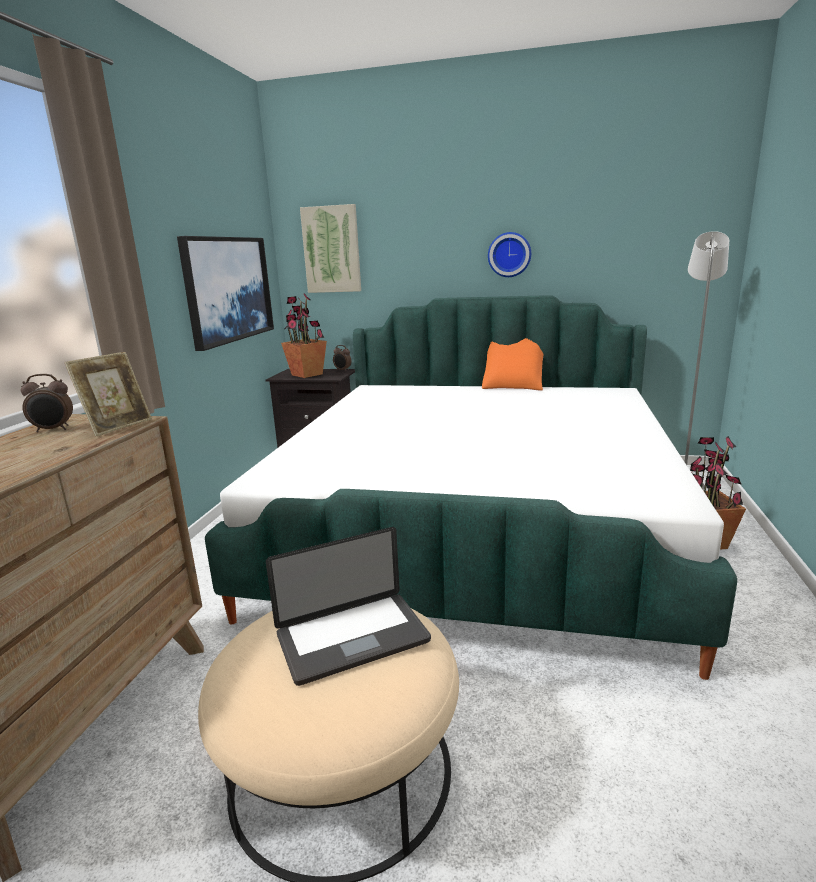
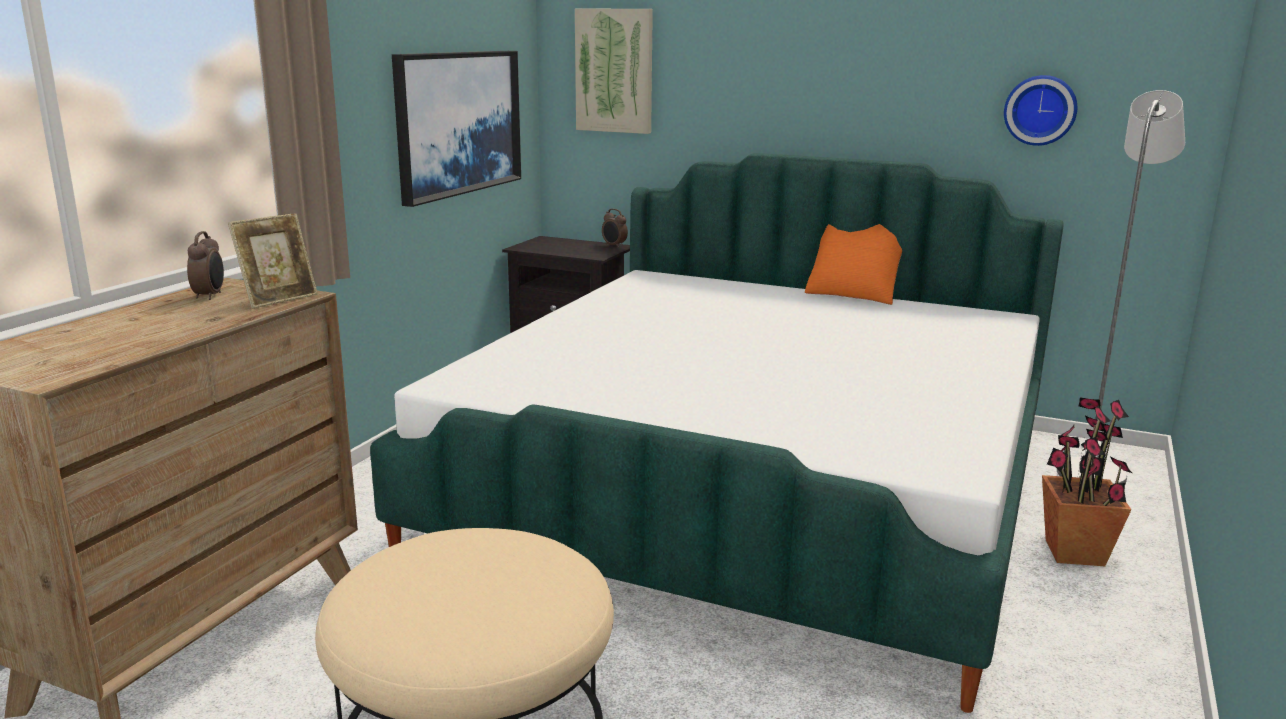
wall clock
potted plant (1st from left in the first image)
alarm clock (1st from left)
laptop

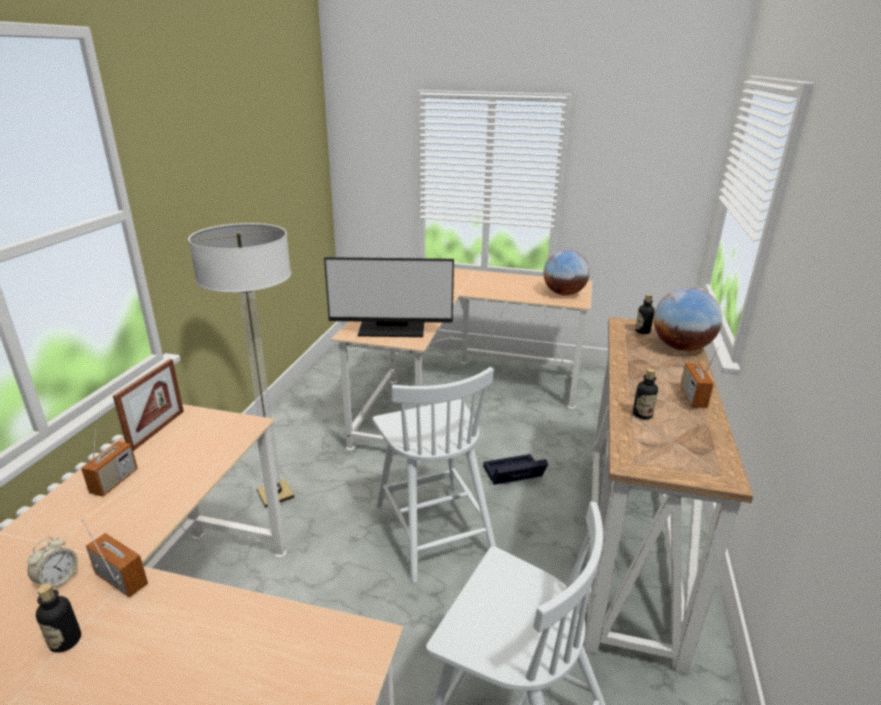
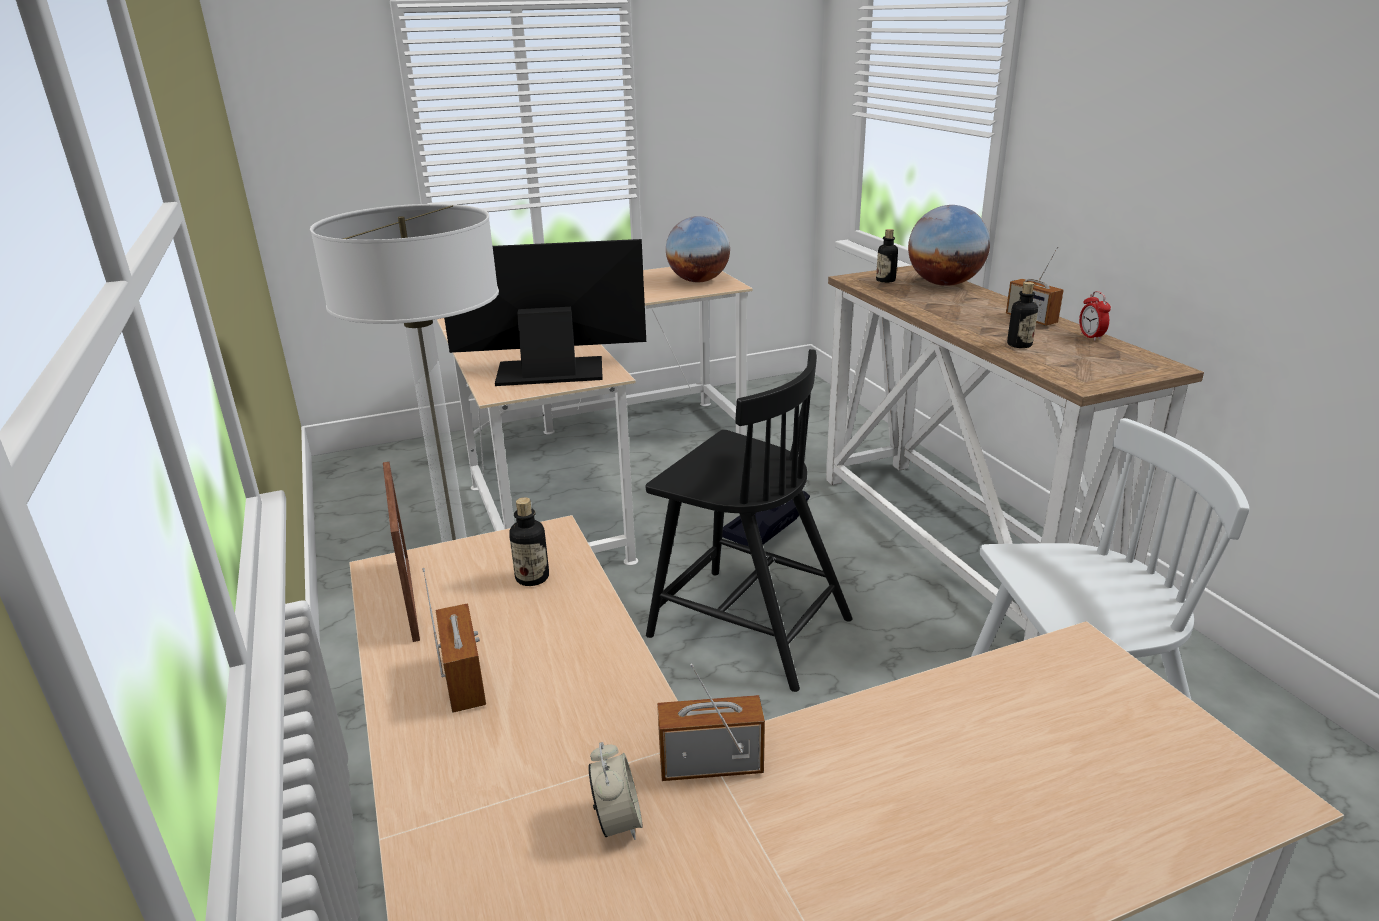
monitor
black chair
bottle (1st from left)
alarm clock (2nd from left)

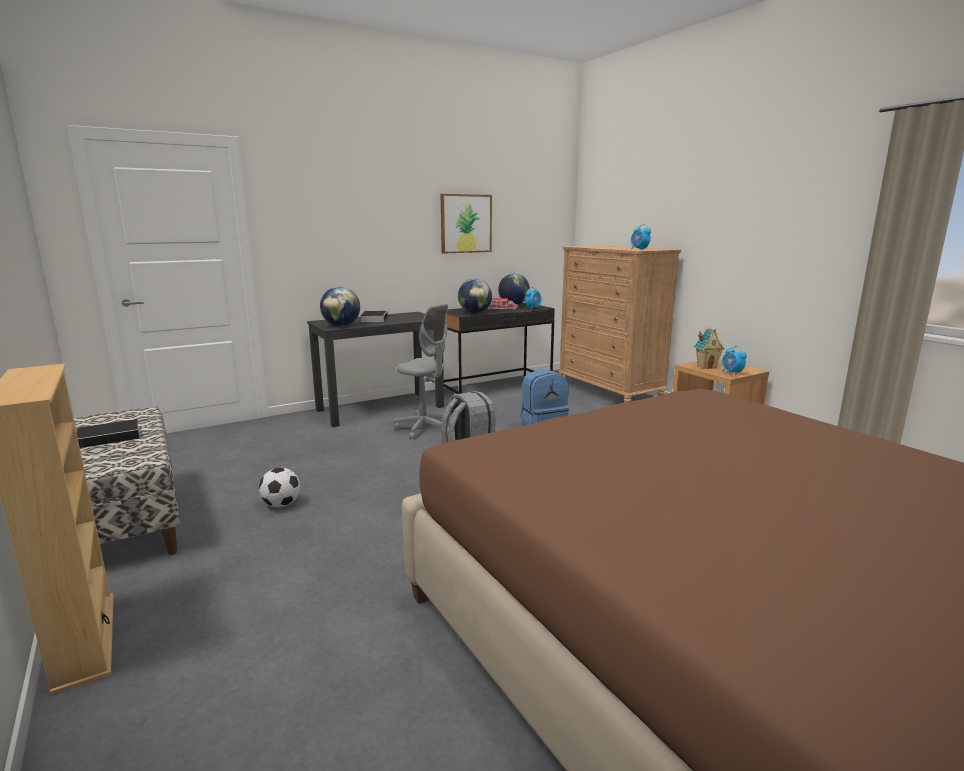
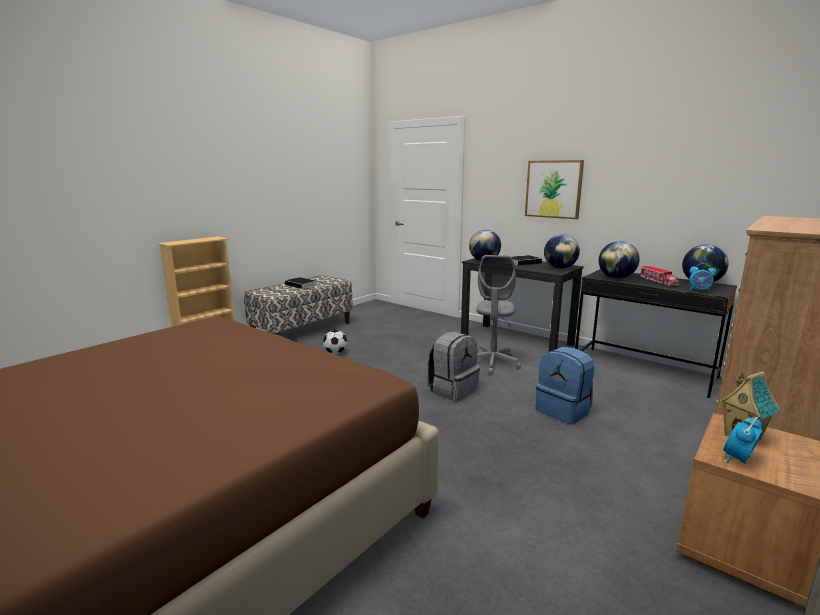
picture
alarm clock (2nd from left in the first image)
globe (2nd from left)

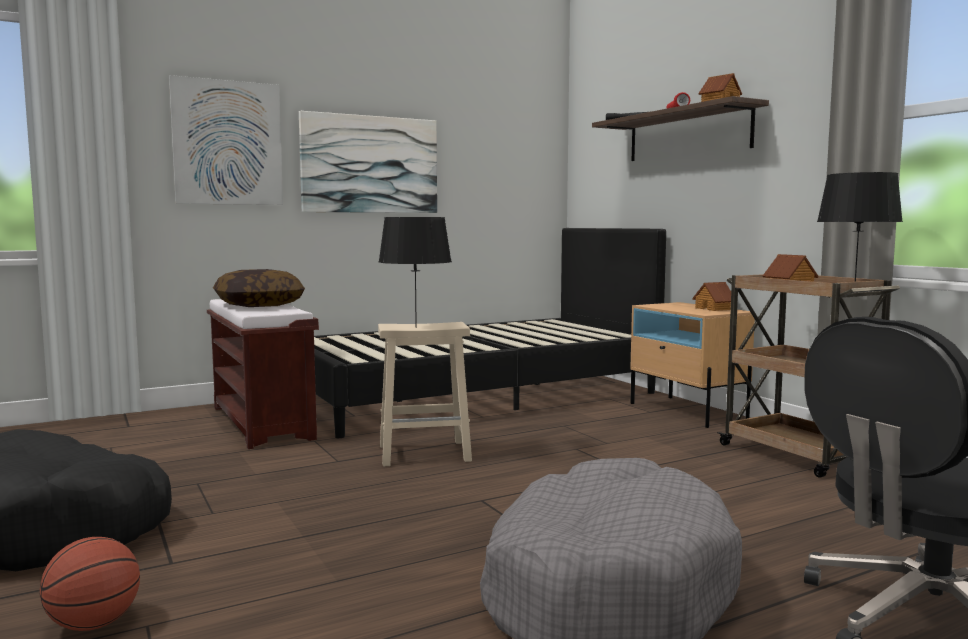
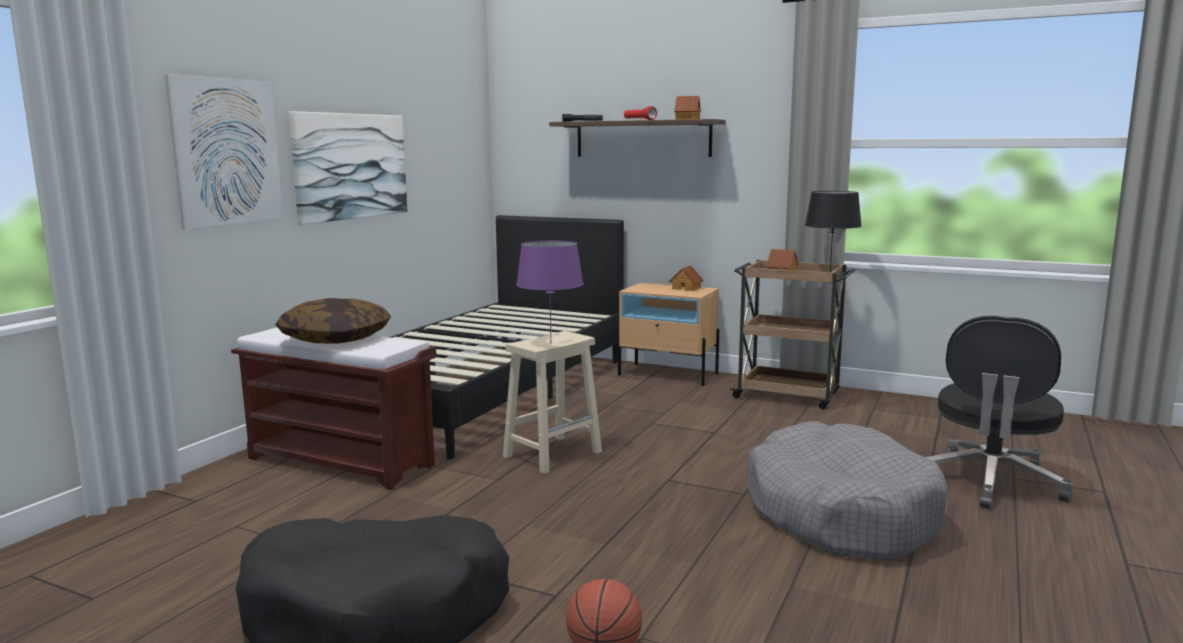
purple table lamp

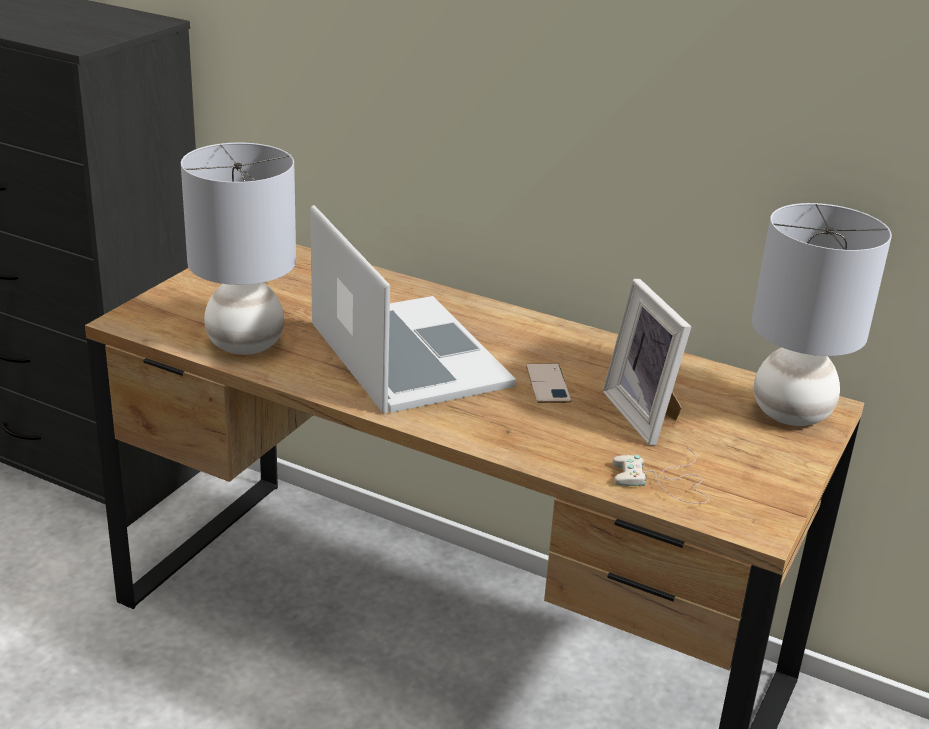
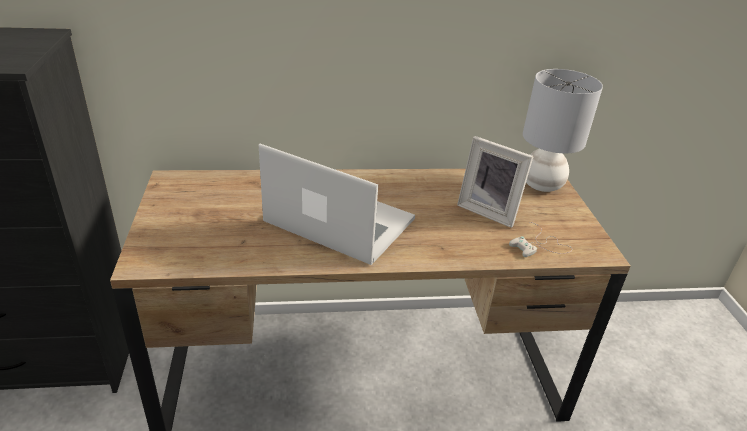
grey table lamp (1st from left in the first image)
phone

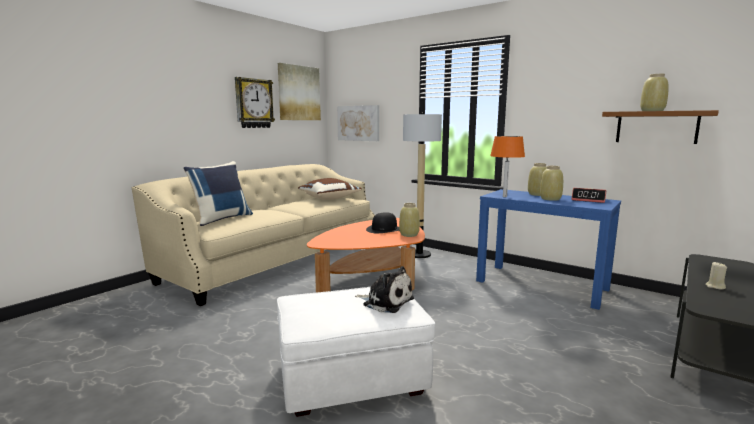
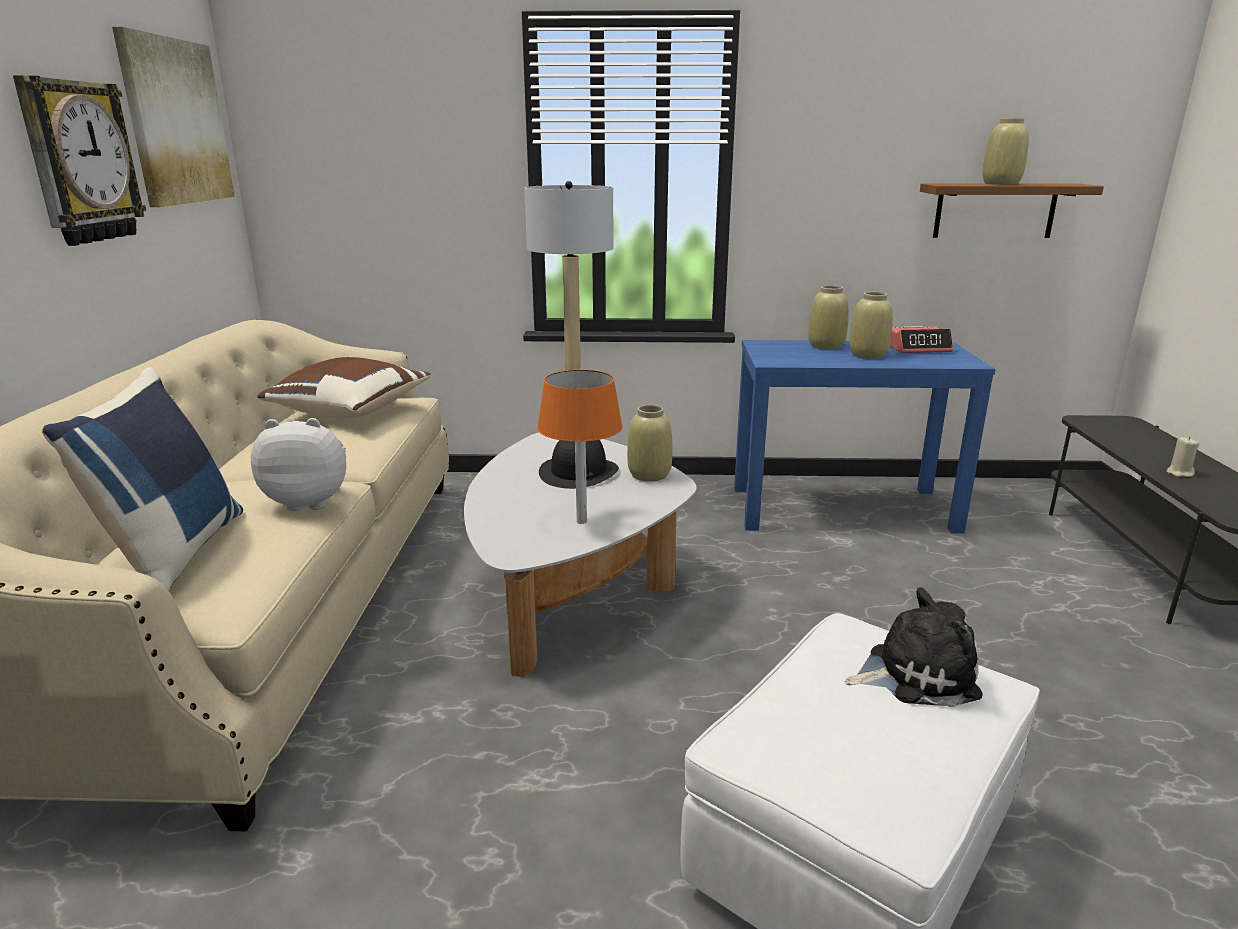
picture (2nd from left in the first image)
orange table lamp
white coffee table
plush toy (1st from left)

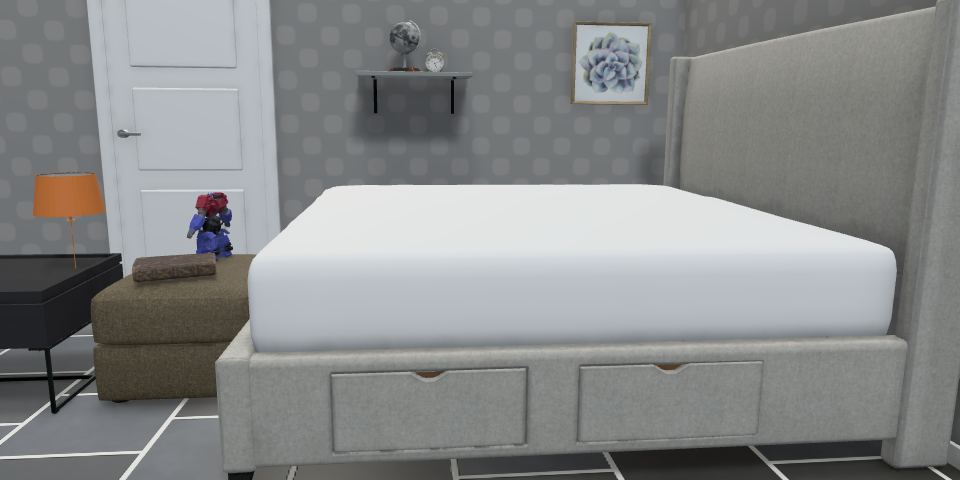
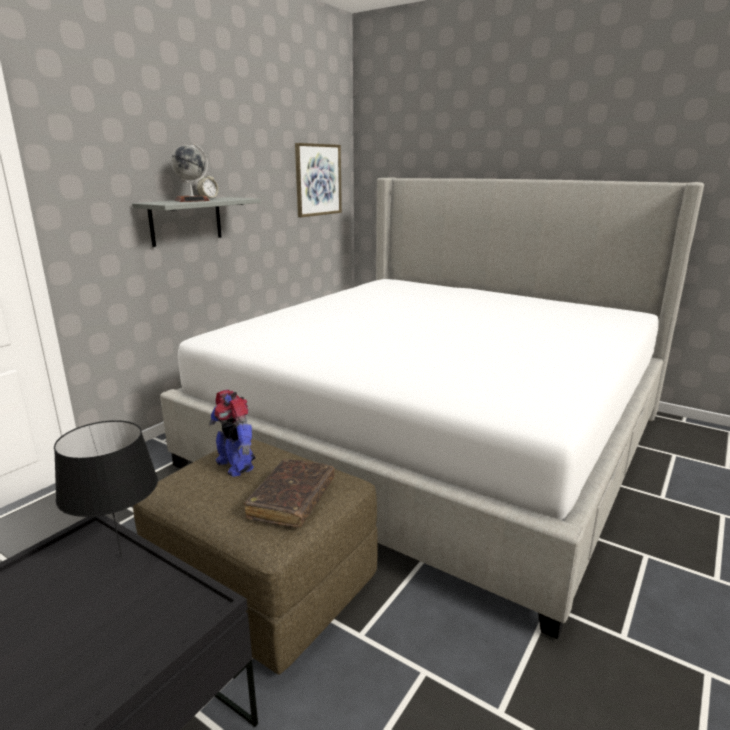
black table lamp

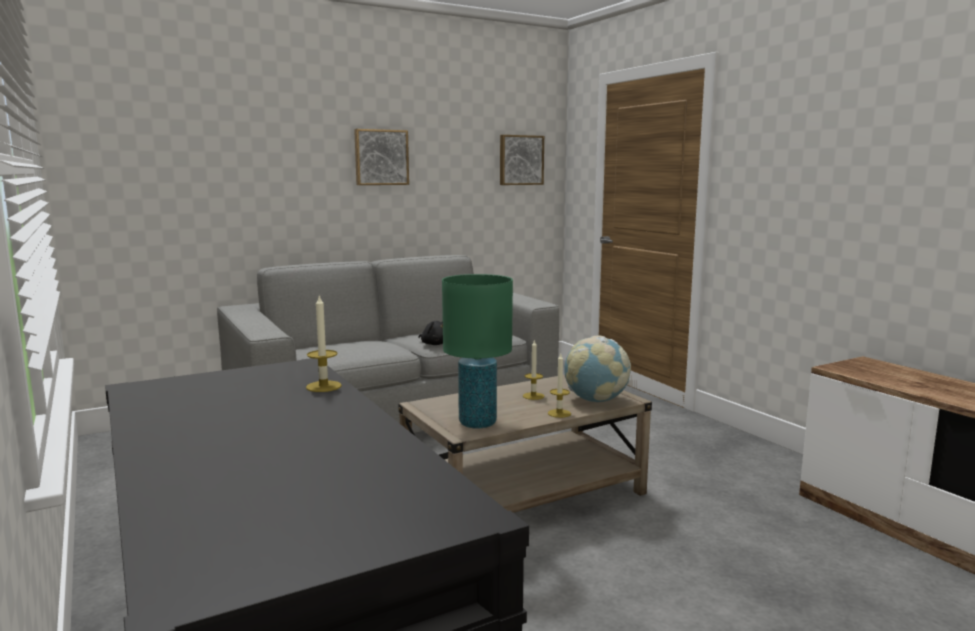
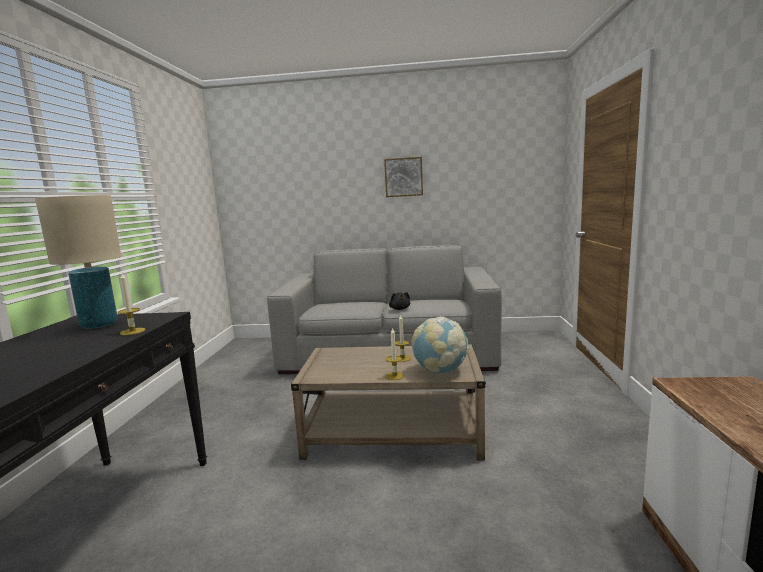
picture (2nd from left in the first image)
green table lamp
beige table lamp

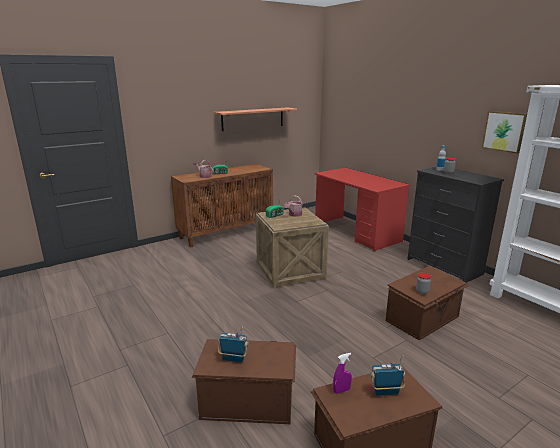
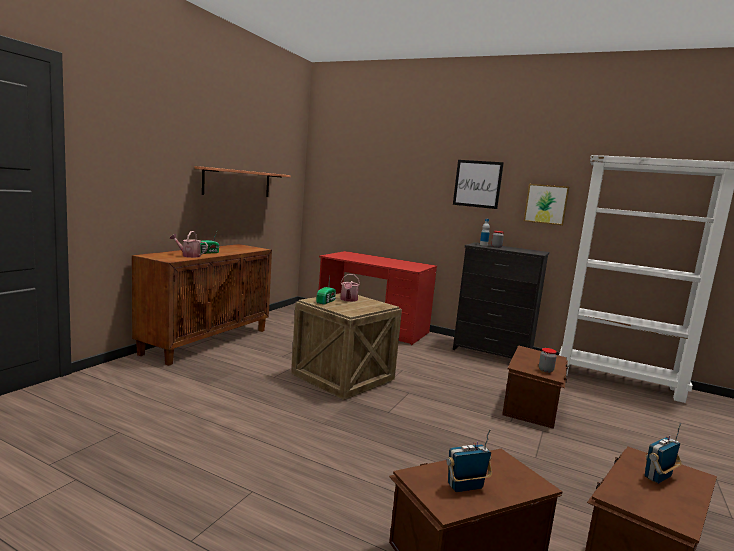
purple spray bottle
picture (1st from left)

